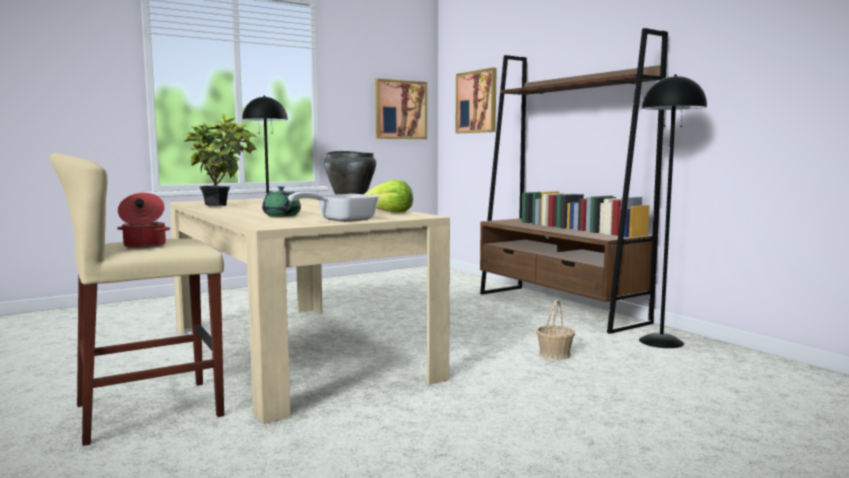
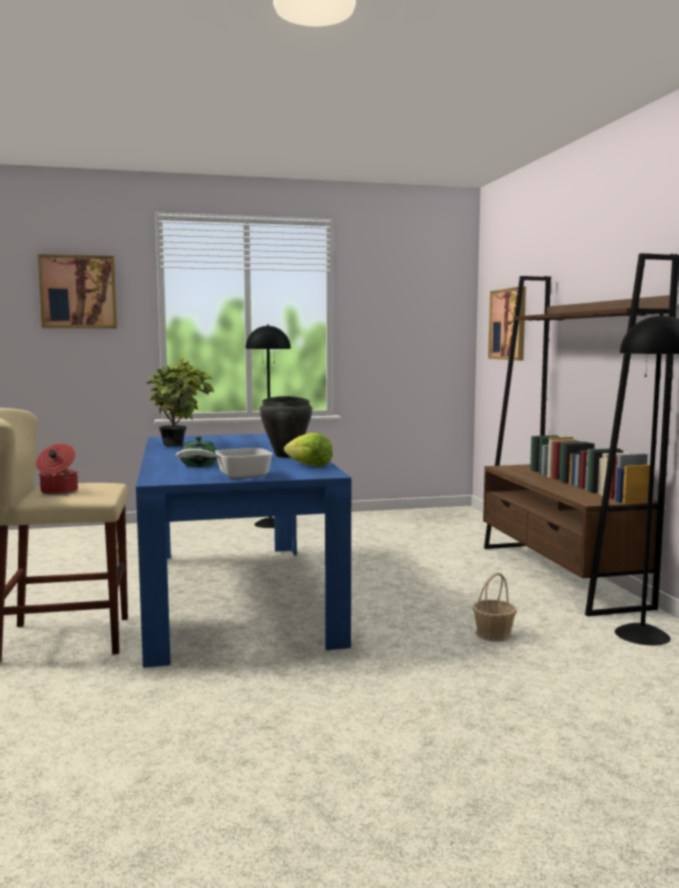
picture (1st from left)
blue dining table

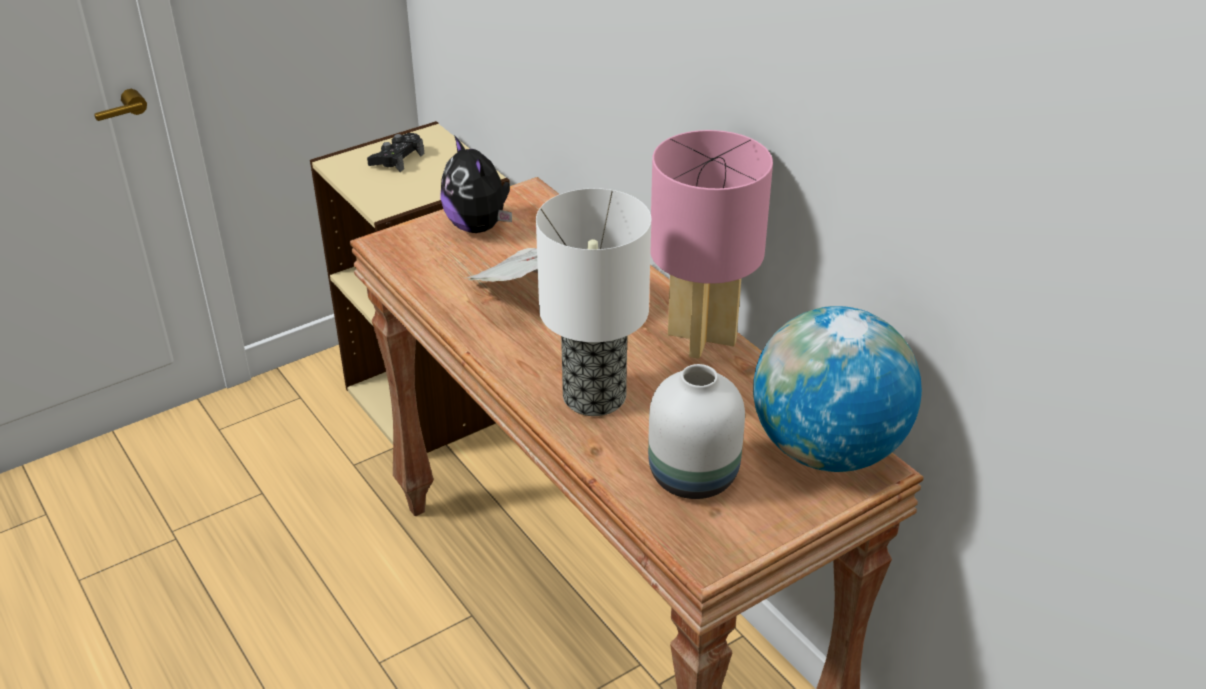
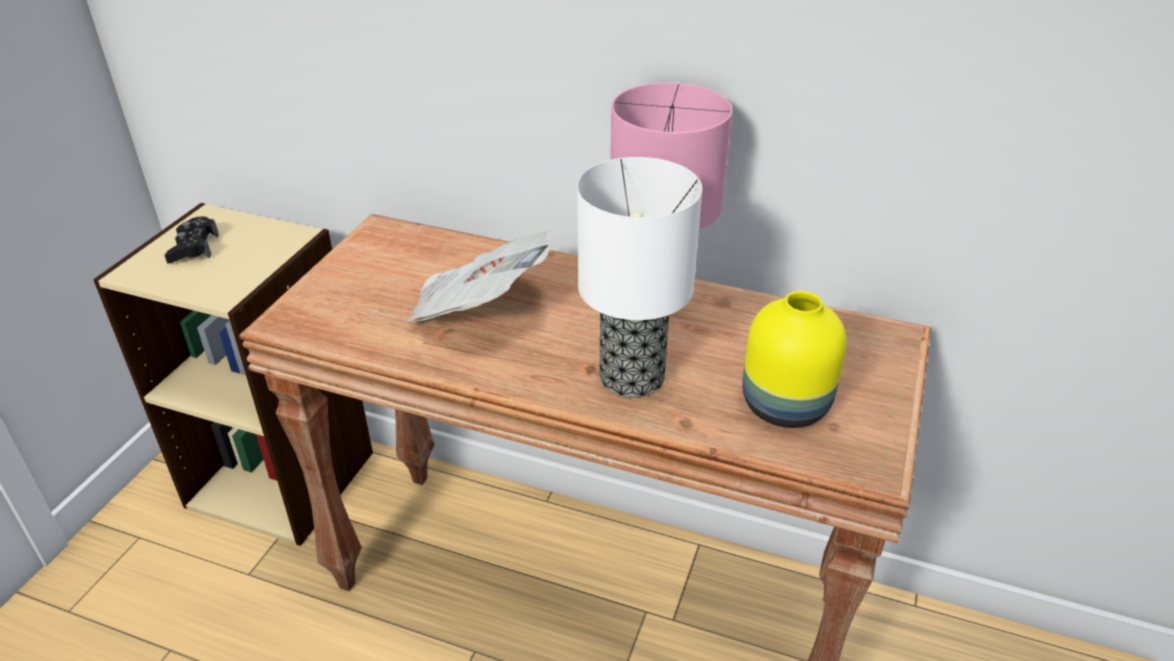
plush toy
globe
yellow vase

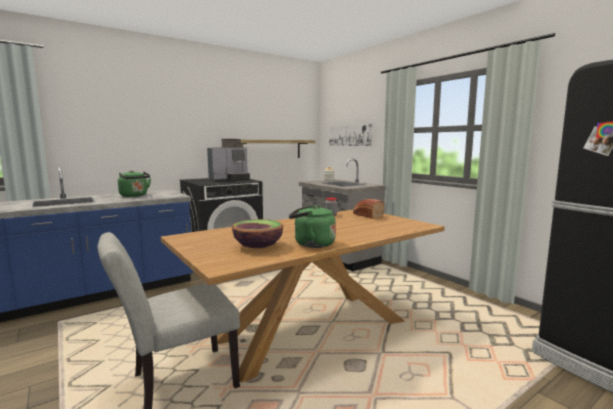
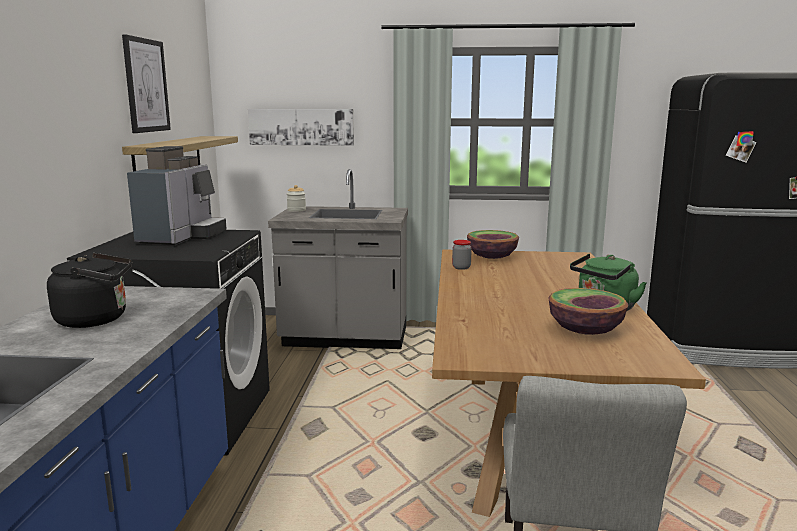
black kettle
bowl (1st from left)
picture (1st from left)

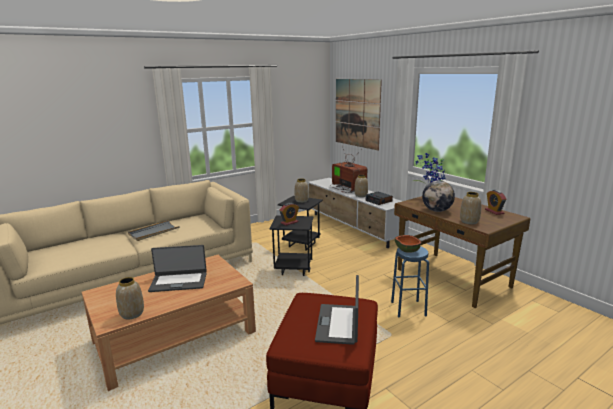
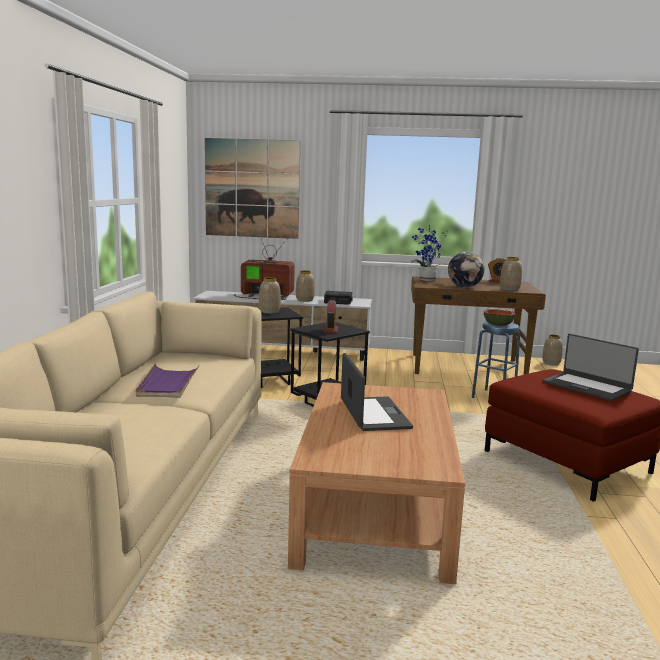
purple tray
laptop (1st from left)
vase (4th from left)

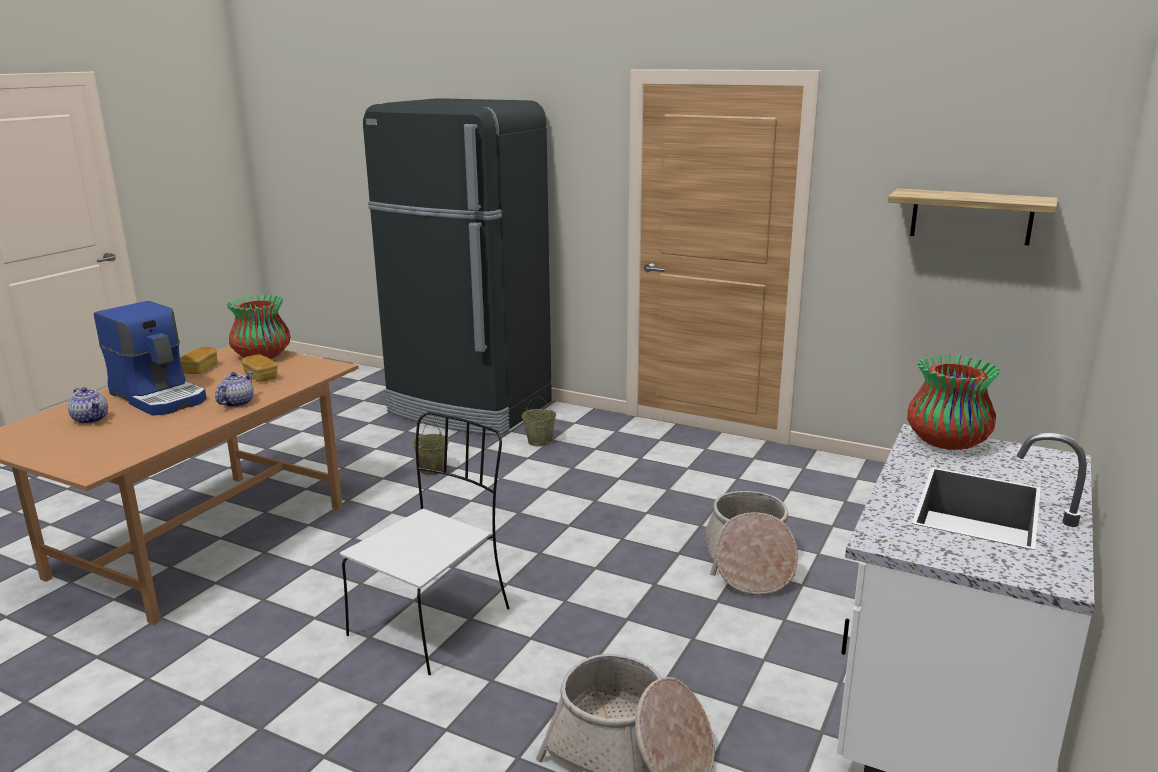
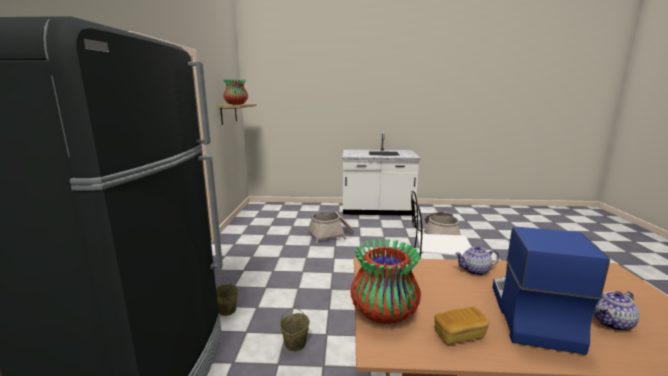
bread (2nd from left in the first image)
vase (1st from left)
teapot (2nd from left)

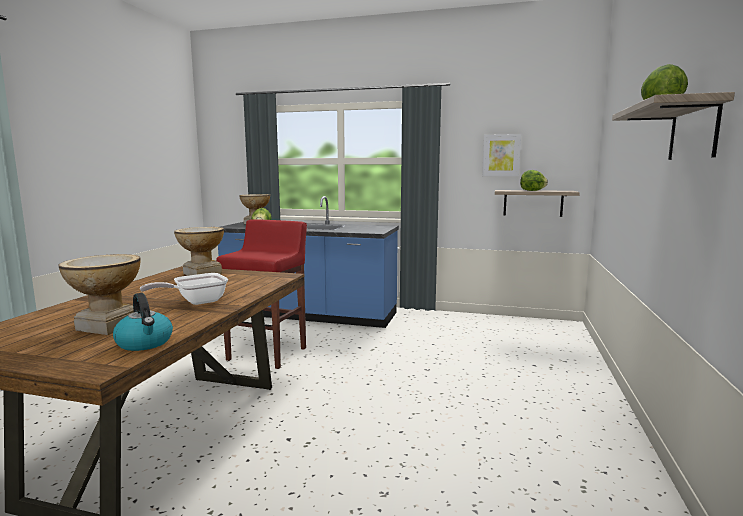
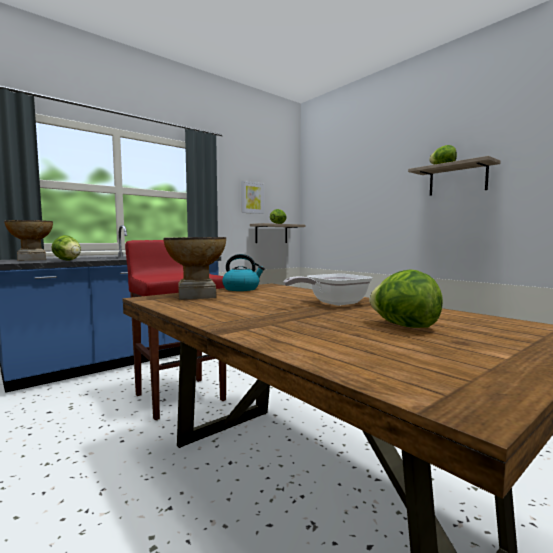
lettuce (3rd from left)
frying pan
kettle

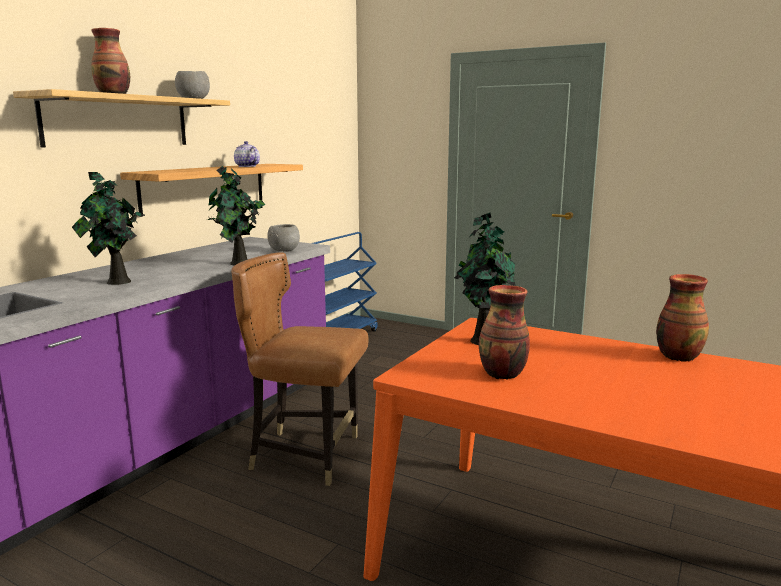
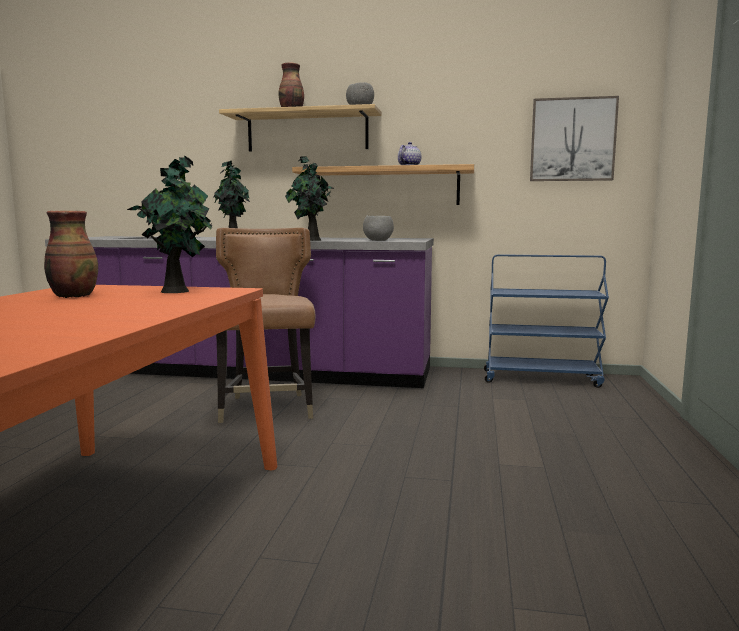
vase (3rd from left in the first image)
picture

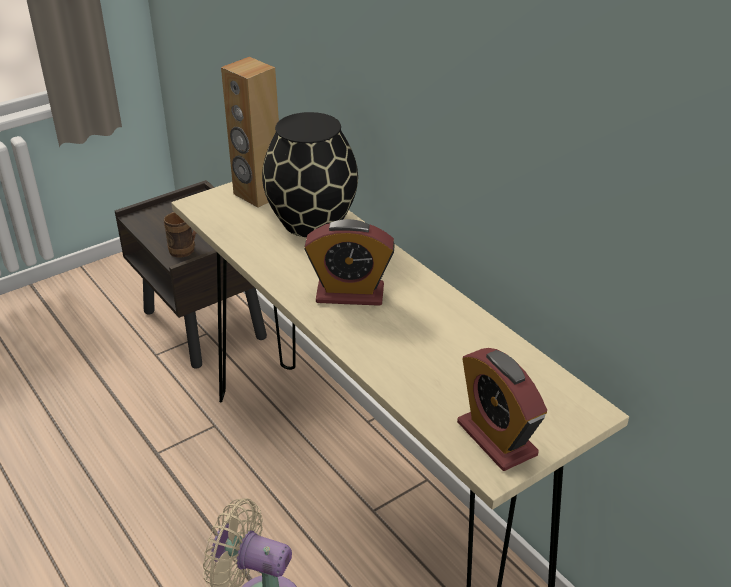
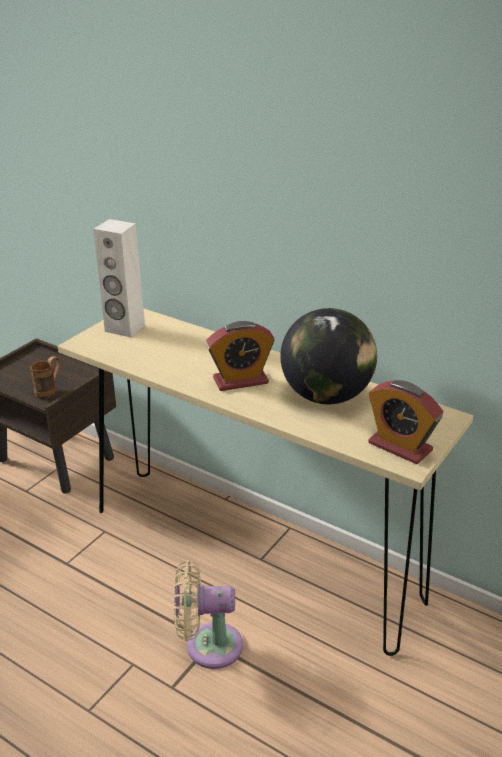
white speaker
black vase
globe

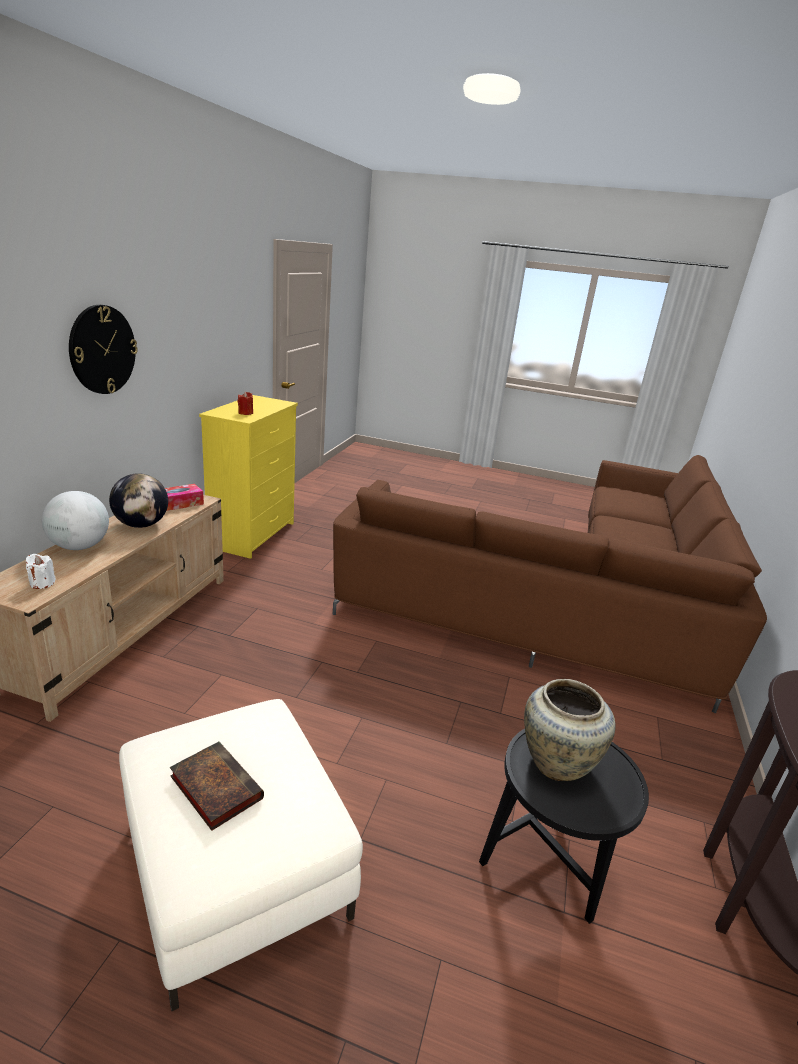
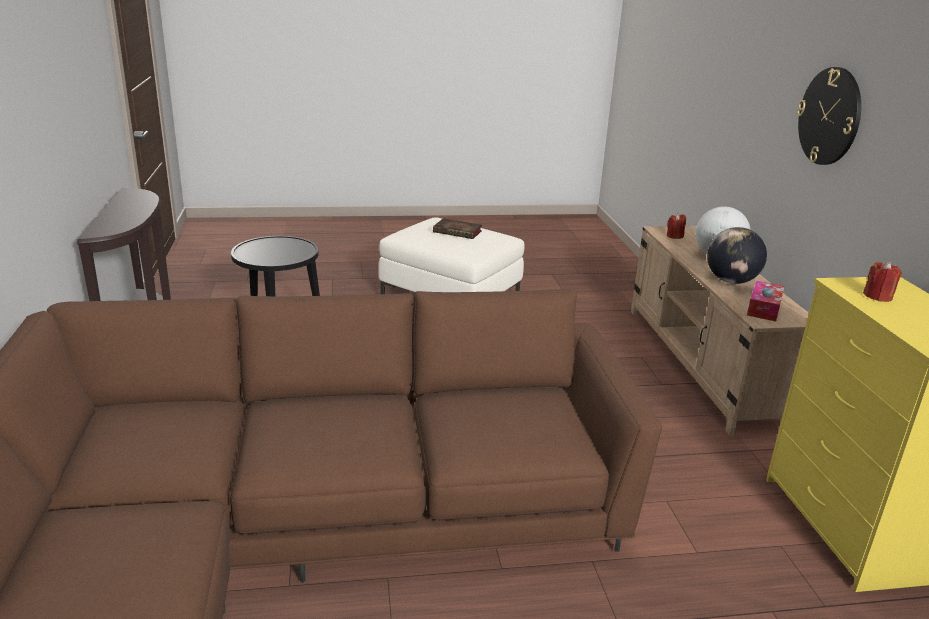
red candle (1st from left)
beige vase

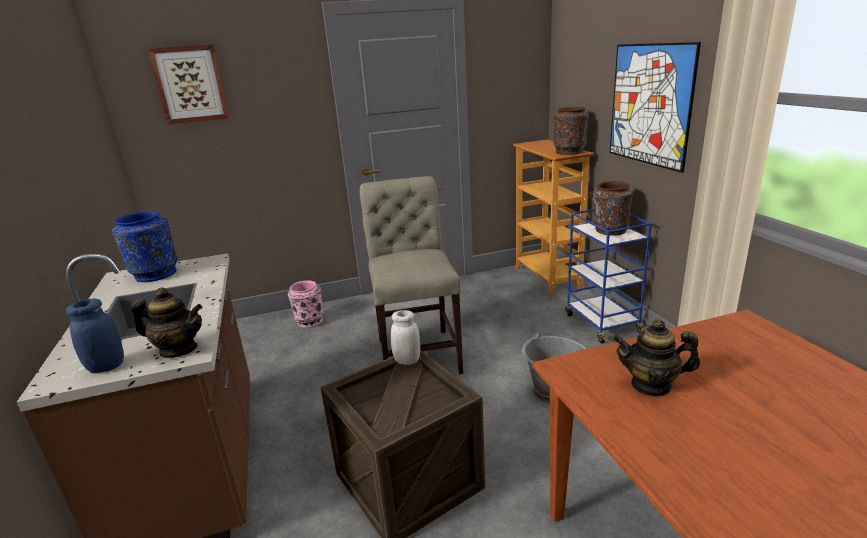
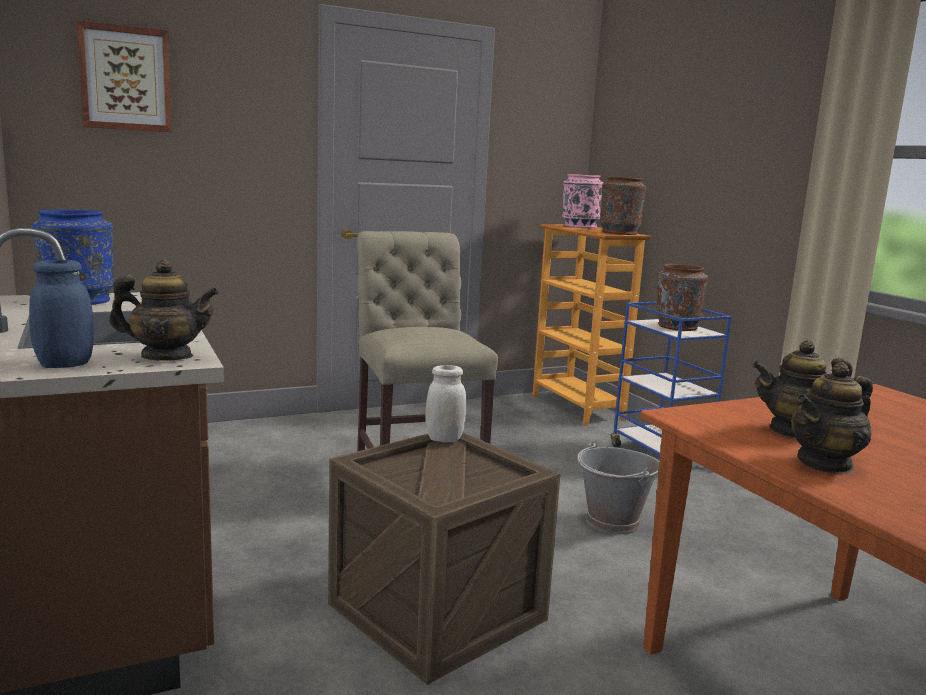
picture (2nd from left in the first image)
pink vase
teapot (3rd from left)

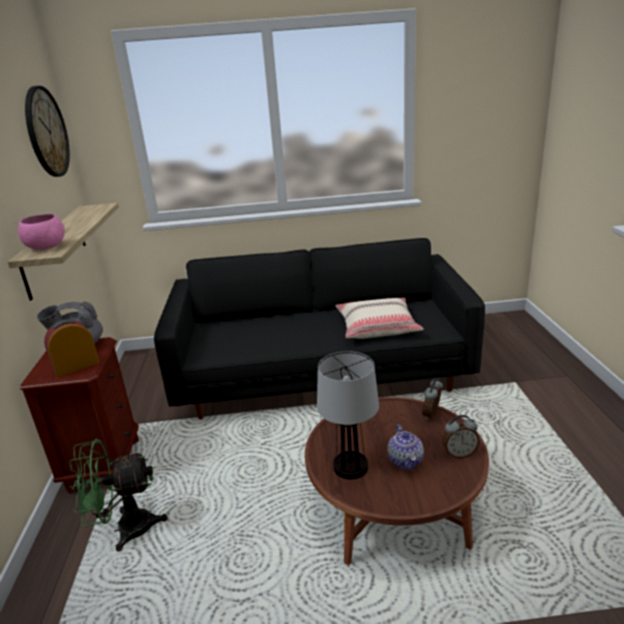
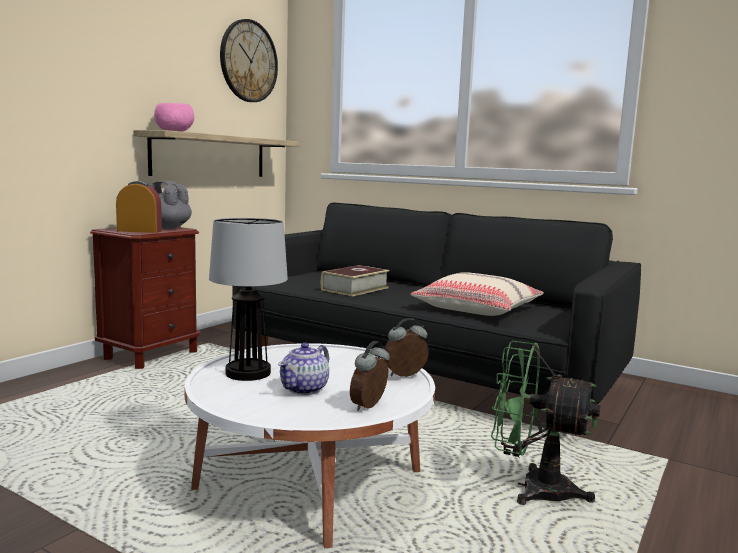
white coffee table
alarm clock (2nd from left)
green fan
book

